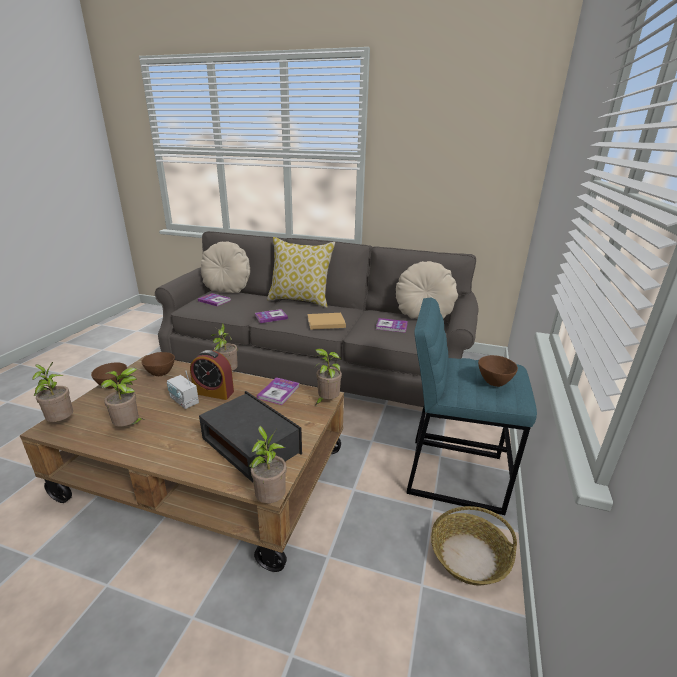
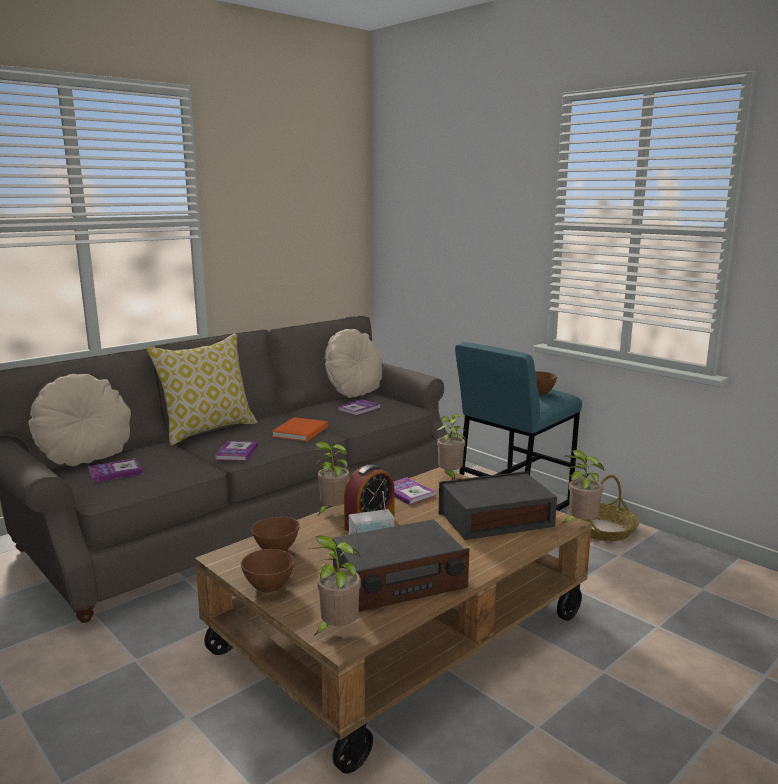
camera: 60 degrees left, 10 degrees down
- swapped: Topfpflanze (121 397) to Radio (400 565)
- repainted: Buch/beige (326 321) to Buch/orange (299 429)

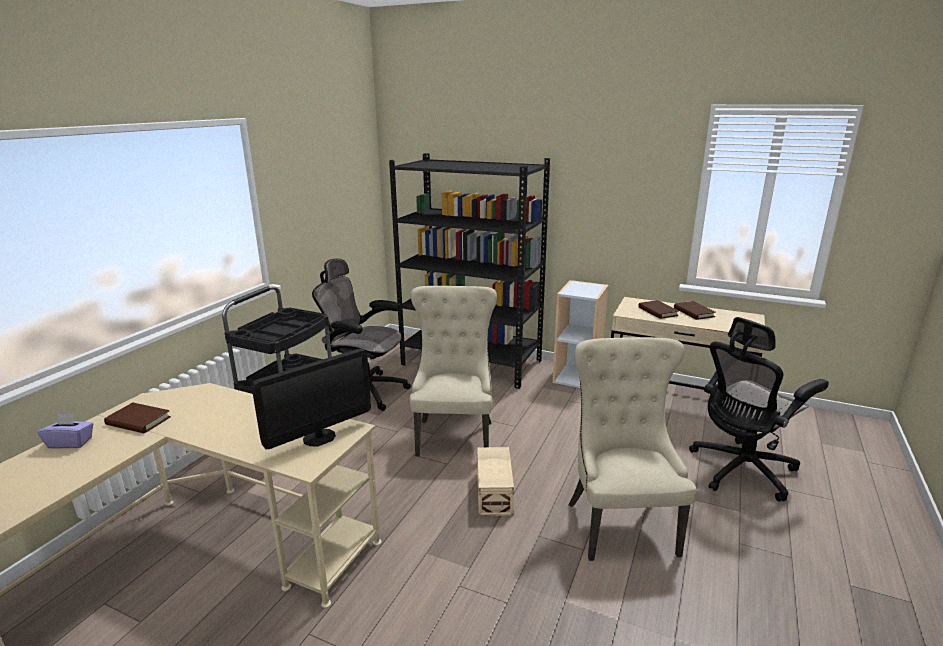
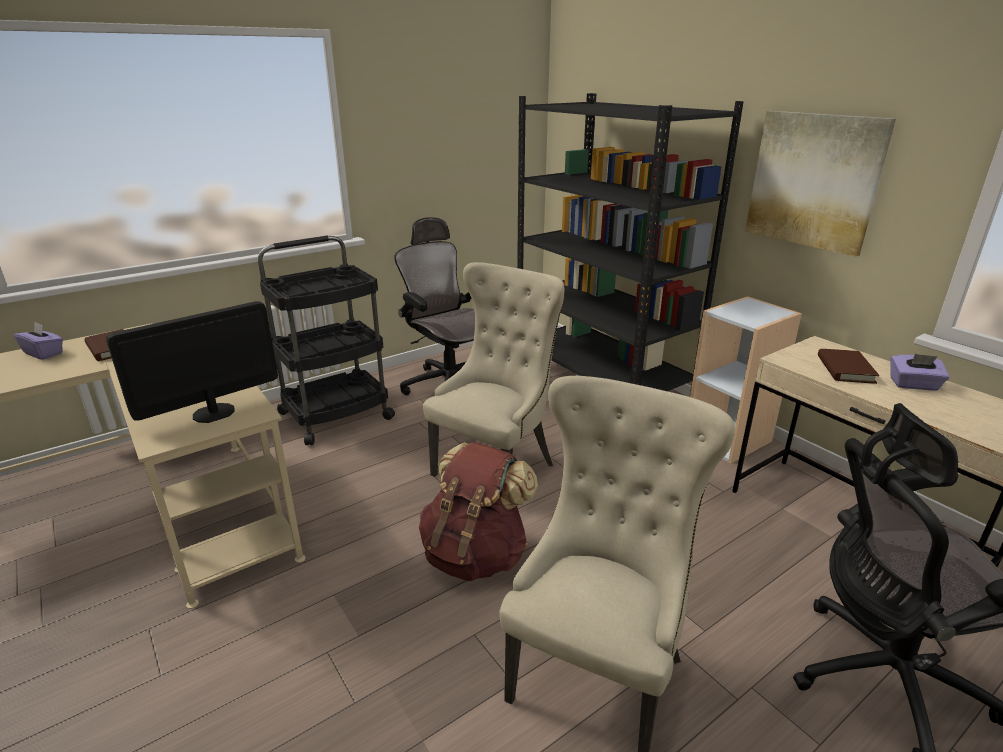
camera: 30 degrees right, 5 degrees up
- rotated: Monitor (311 399) = (192 362) 150 degrees clockwise
- swapped: Aufbewahrungsbox/beige (495 481) to Rucksack/braun (478 511)
- swapped: Buch/braun (695 310) to Taschentuchbox/lila (920 372)
- new: Bild (820 184)

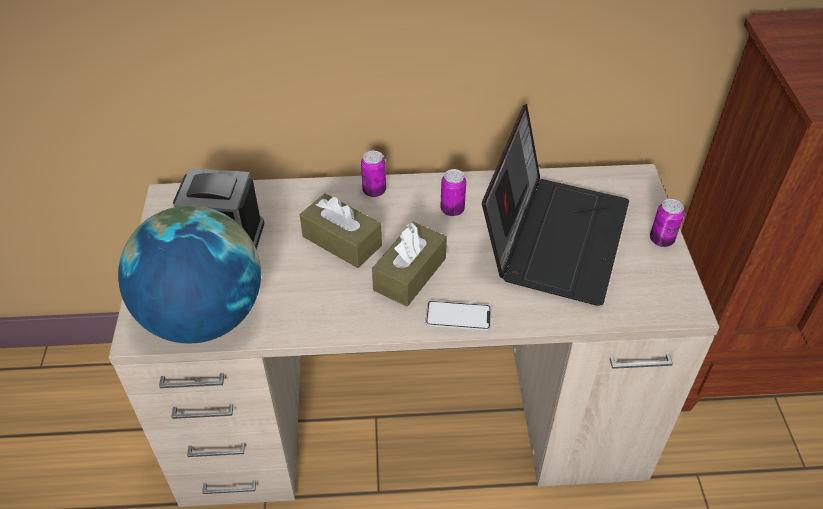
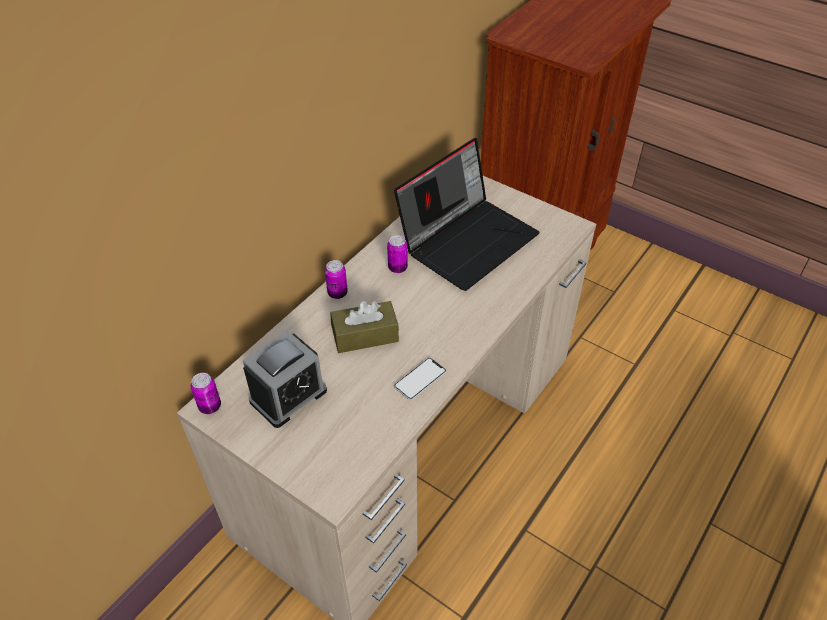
camera: 50 degrees left, 0 degrees up
- gone: Globus (189 274)
- gone: Taschentuchbox/braun (409 264)
- shifted: Handy (458 316) to (420 379)
- rotated: Laptop (555 205) = (467 214) 75 degrees clockwise
- shifted: Dose (667 223) to (206 393)

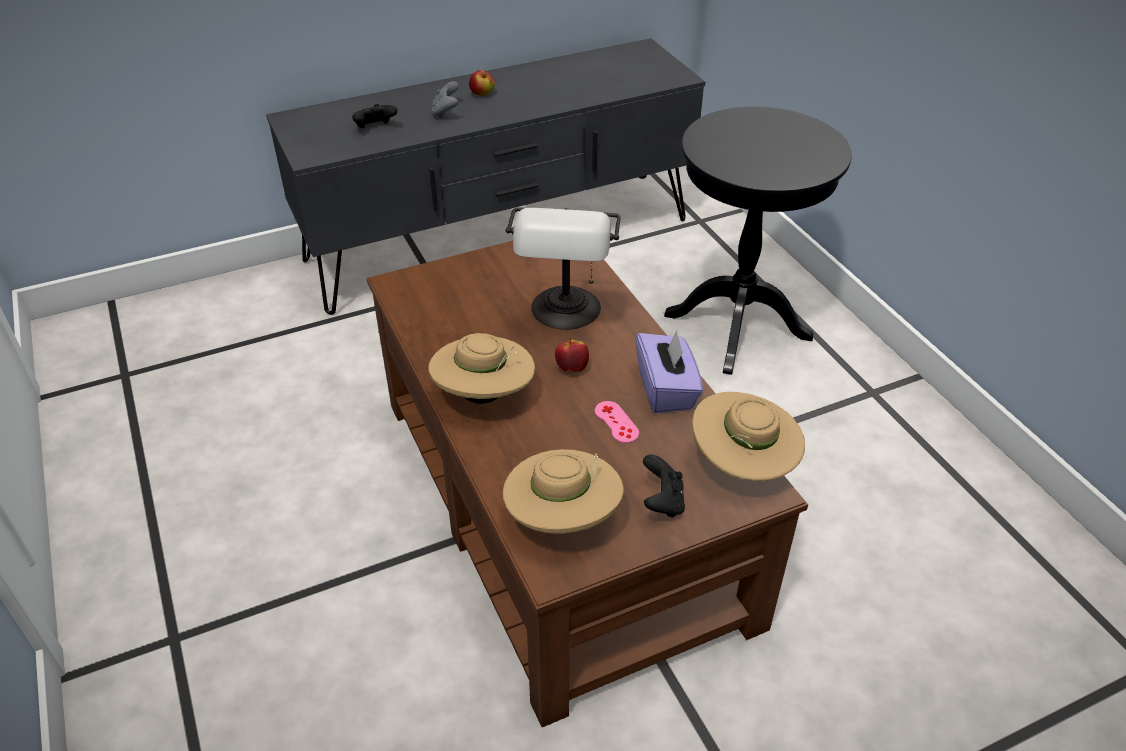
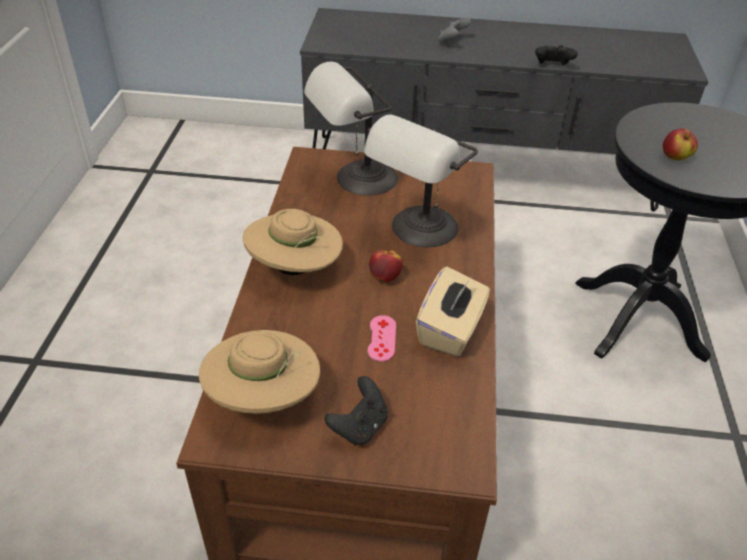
camera: 30 degrees right, 0 degrees up
- shifted: Gamepad/schwarz (375 116) to (556 55)
- shifted: Apfel (482 83) to (680 144)
- repainted: Taschentuchbox/lila (669 372) to Taschentuchbox/beige (453 312)
- gone: Hut/beige (748 436)
- new: Tischlampe (351 129)

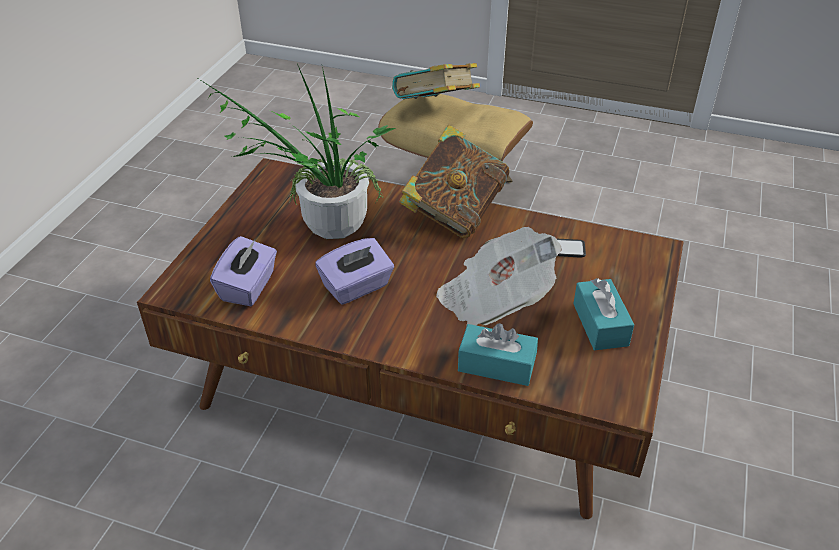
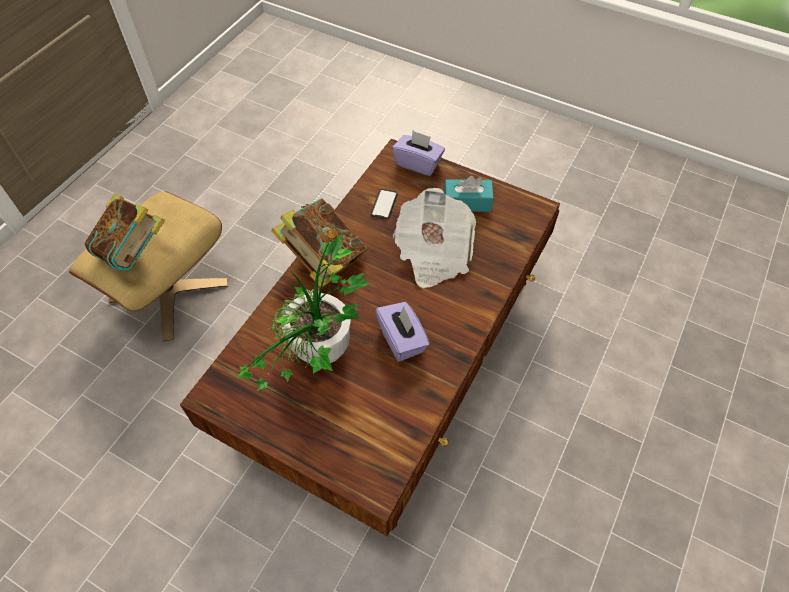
camera: 80 degrees left, 15 degrees up
- shifted: Taschentuchbox/lila (243 271) to (418 153)
- gone: Taschentuchbox/türkis (498 354)

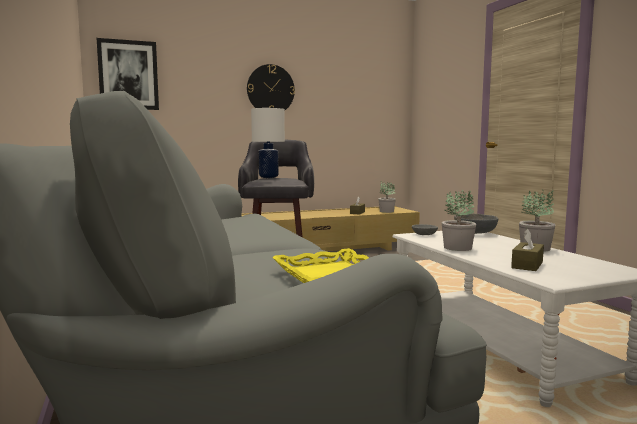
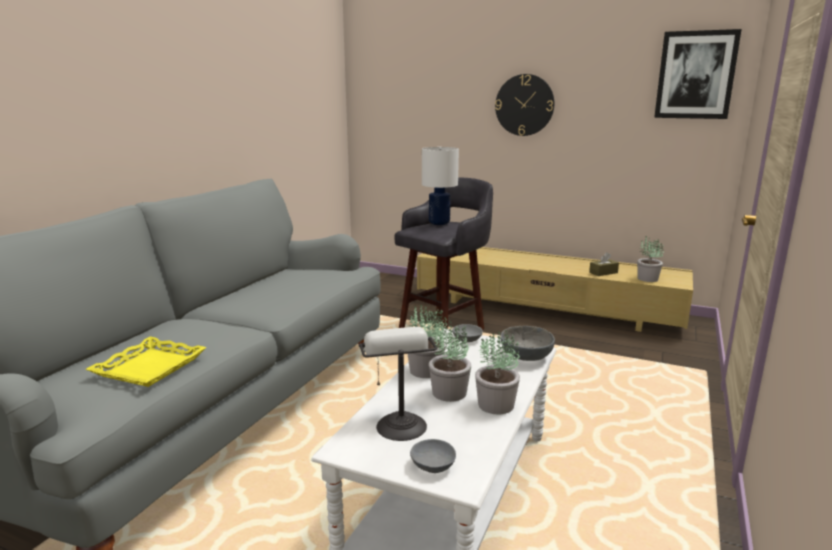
camera: 45 degrees right, 10 degrees up
- shifted: Bild (128 74) to (698 74)
- swapped: Taschentuchbox/braun (527 250) to Tischlampe (398 384)
- new: Schüssel/grau (433 456)
- new: Topfpflanze (450 359)

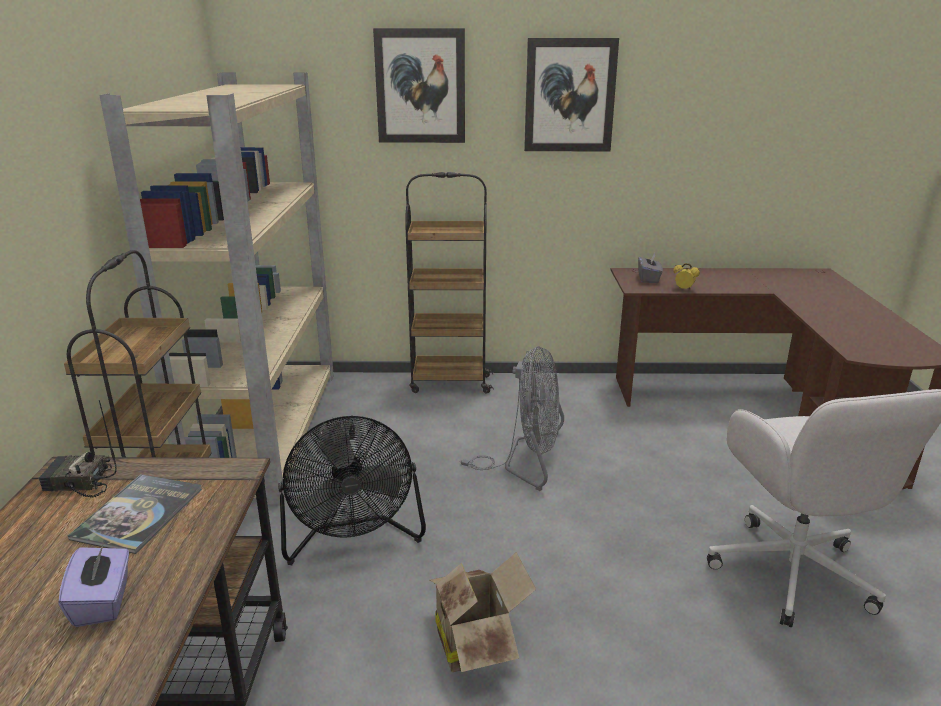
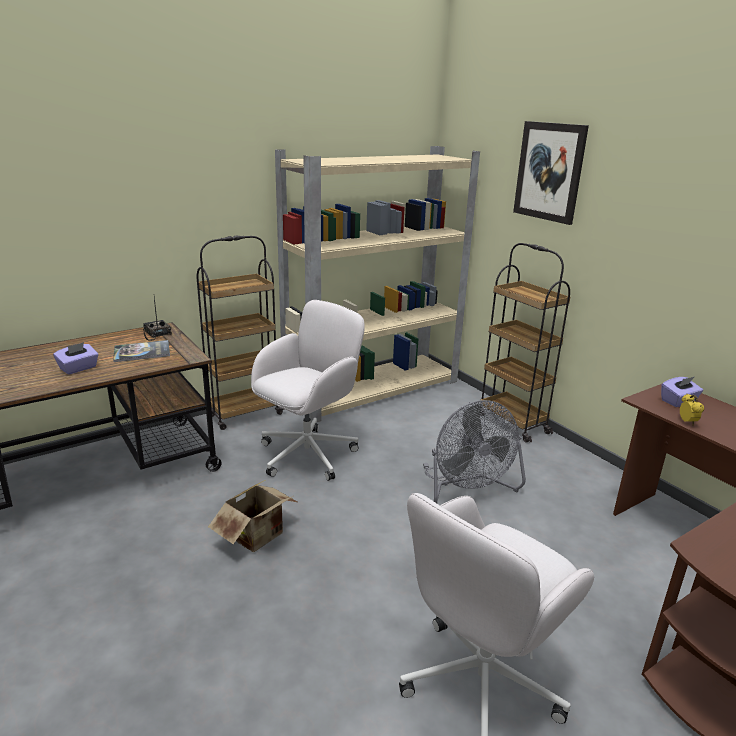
camera: 55 degrees right, 0 degrees up
- swapped: Ventilator/schwarz (352 490) to Bürostuhl/weiß (308 390)
- gone: Bild (571 94)
- repainted: Taschentuchbox/grau (650 268) to Taschentuchbox/lila (682 392)

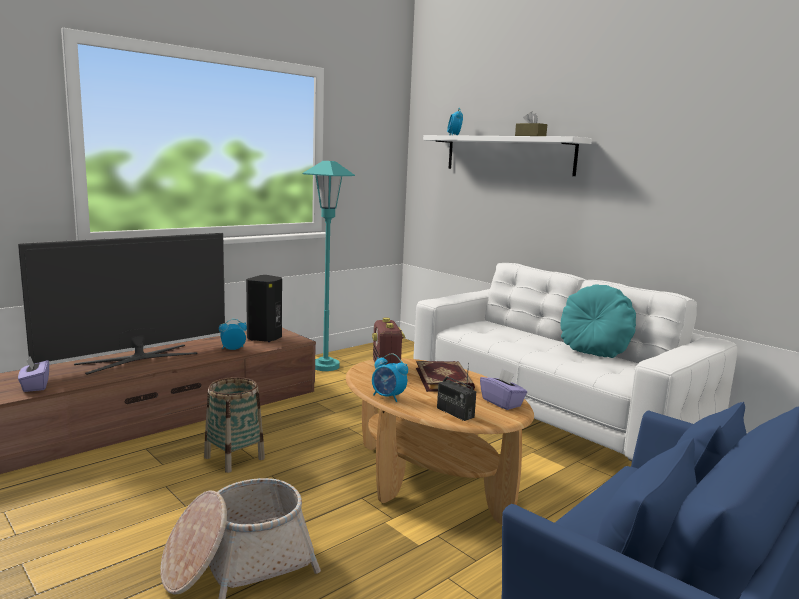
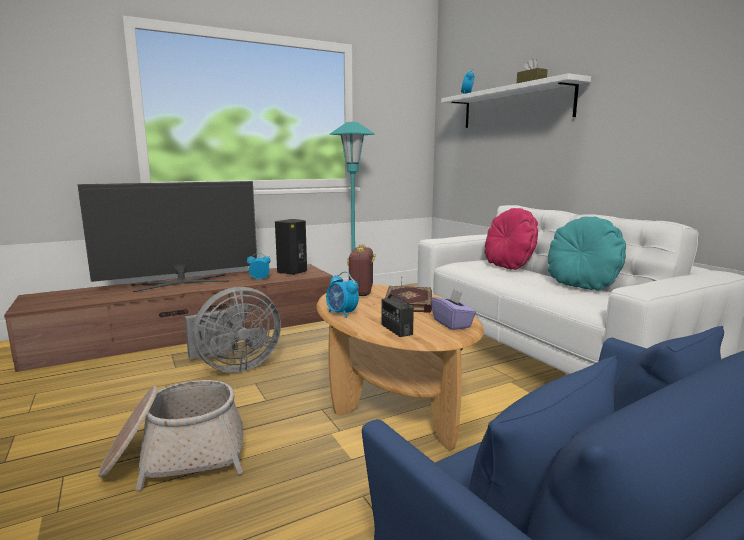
camera: 15 degrees right, 0 degrees up
- gone: Taschentuchbox/lila (33 374)
- swapped: Korb (234 425) to Ventilator/grau (232 330)
- new: Kissen/rosa (511 239)

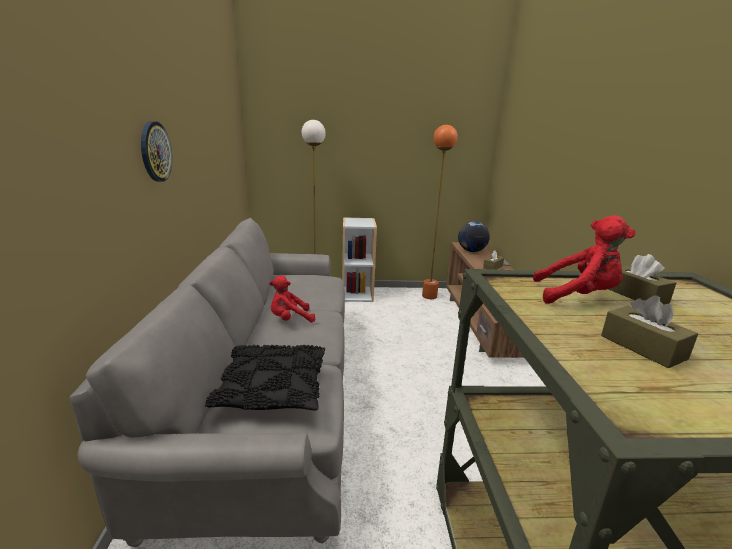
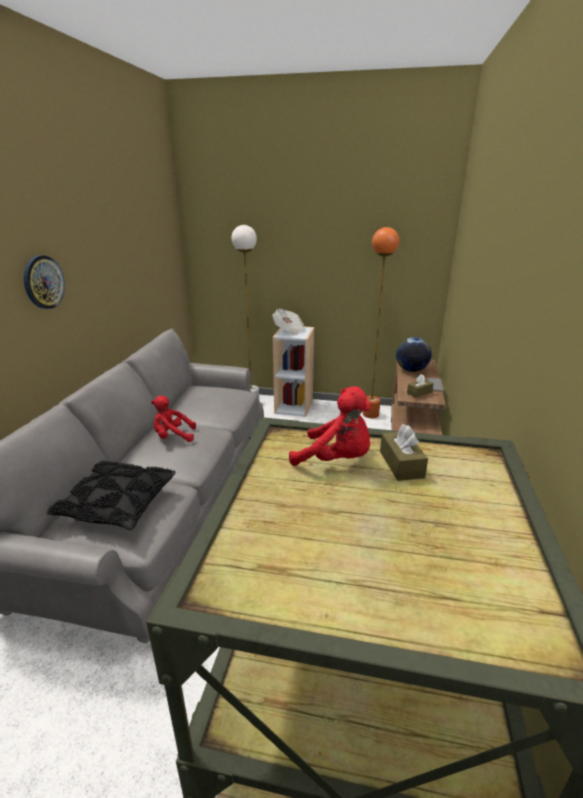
camera: 15 degrees right, 5 degrees up
- gone: Taschentuchbox/braun (649 331)
- new: Zeitung (288 322)

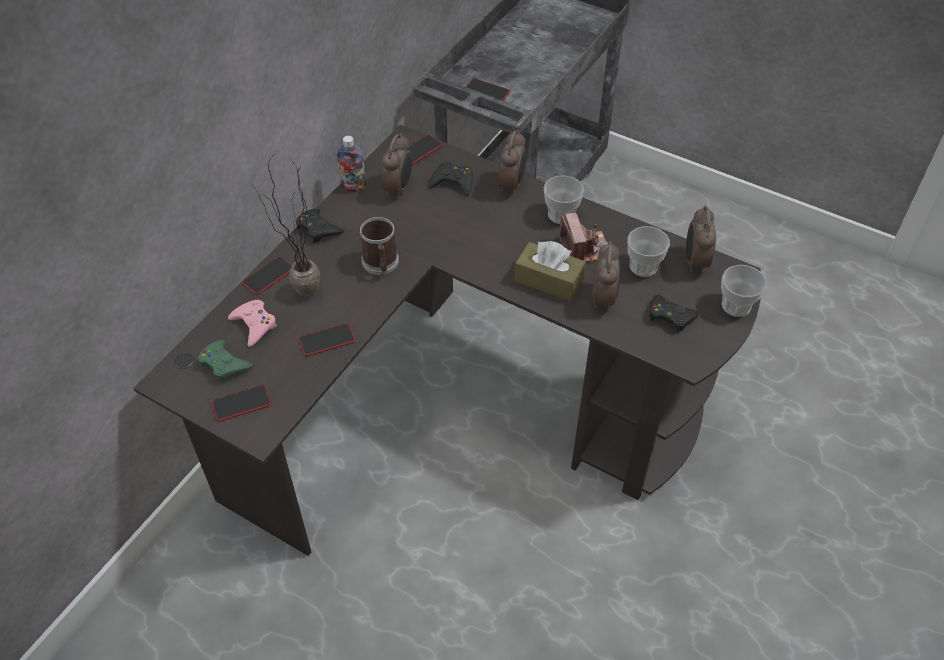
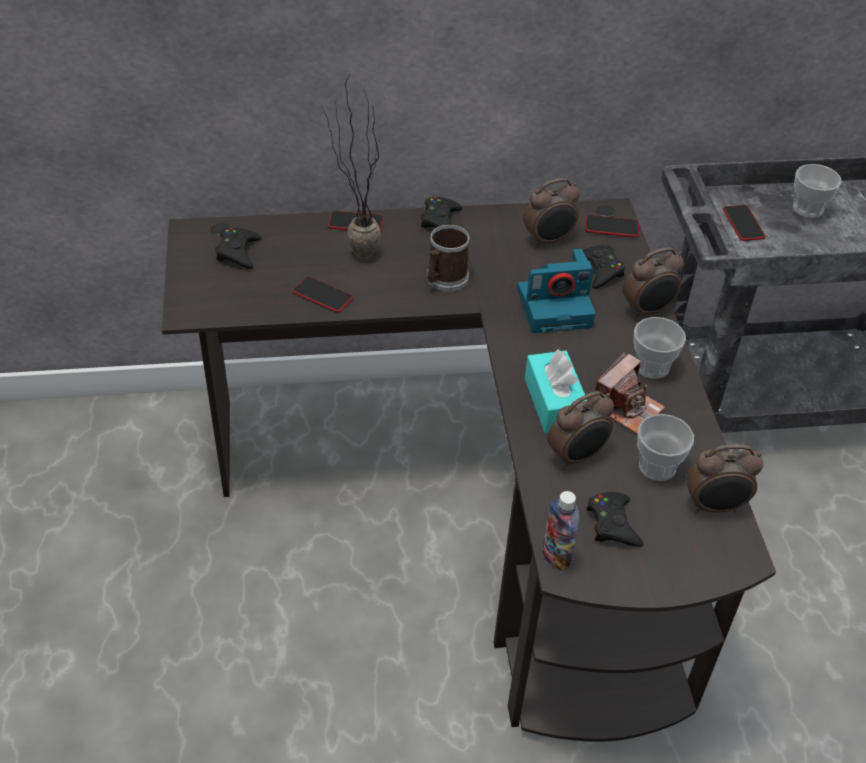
camera: 50 degrees right, 5 degrees down
- repainted: Gamepad/grün (225 361) to Gamepad/schwarz (238 248)
- gone: Handy (241 403)
- gone: Gamepad/rosa (252 323)
- shifted: Flasche (352 164) to (561 531)
- repainted: Taschentuchbox/braun (550 271) to Taschentuchbox/türkis (556 391)
- rotated: Wecker (701 238) = (725 478) 150 degrees counterclockwise
- shifted: Tasse (744 291) to (817 191)
- new: Kamera (556 291)

